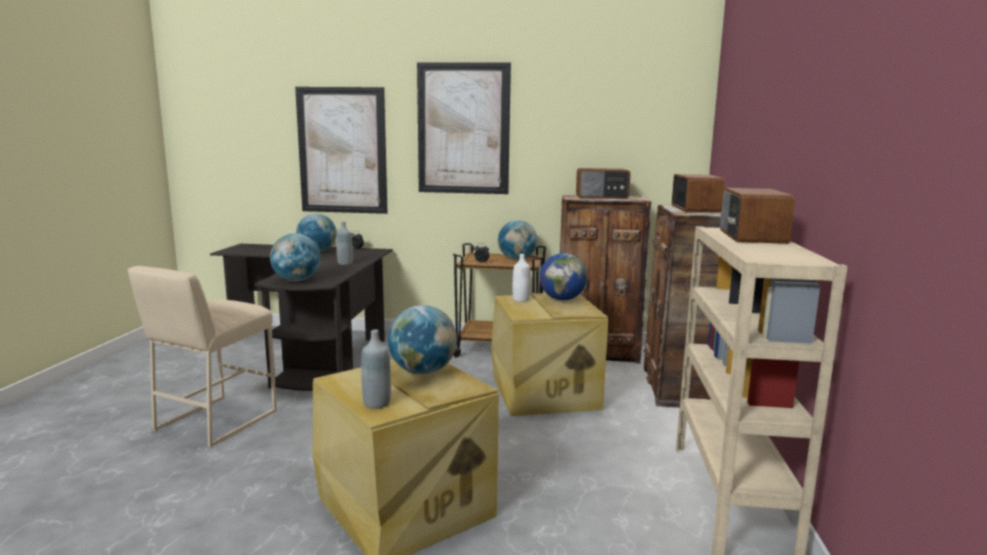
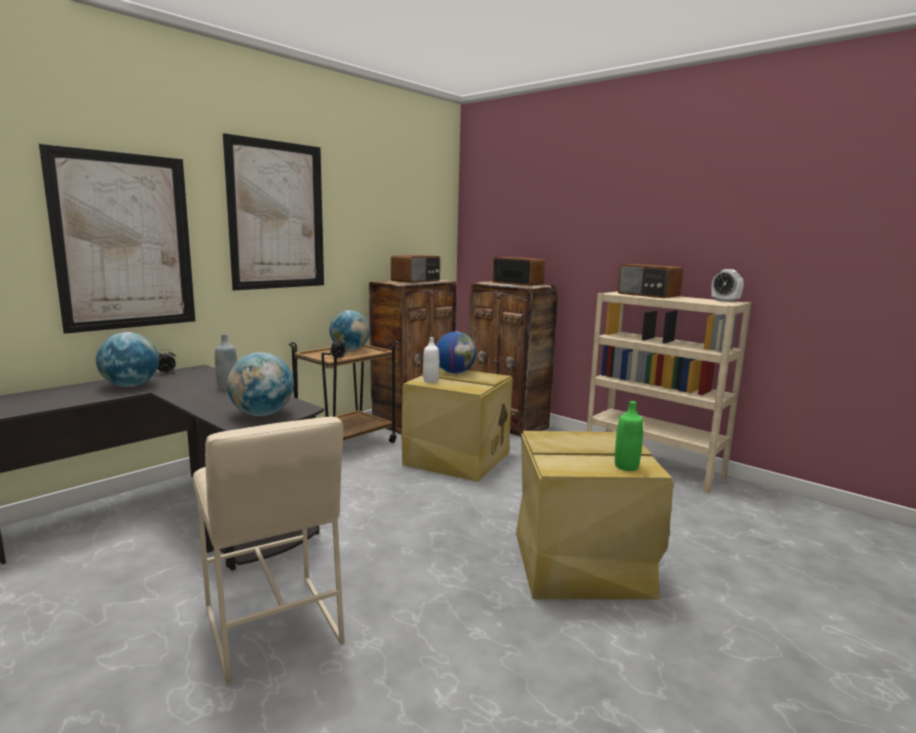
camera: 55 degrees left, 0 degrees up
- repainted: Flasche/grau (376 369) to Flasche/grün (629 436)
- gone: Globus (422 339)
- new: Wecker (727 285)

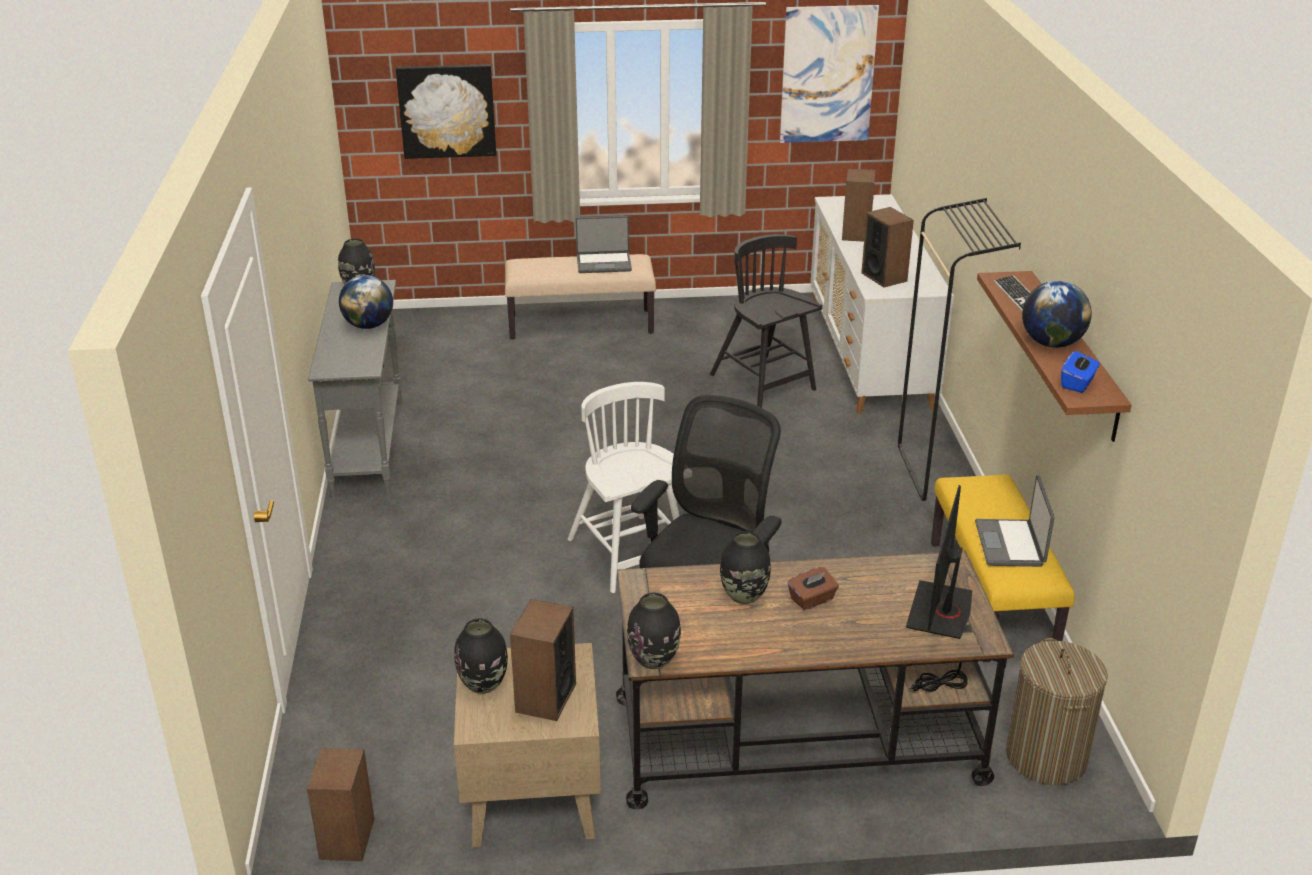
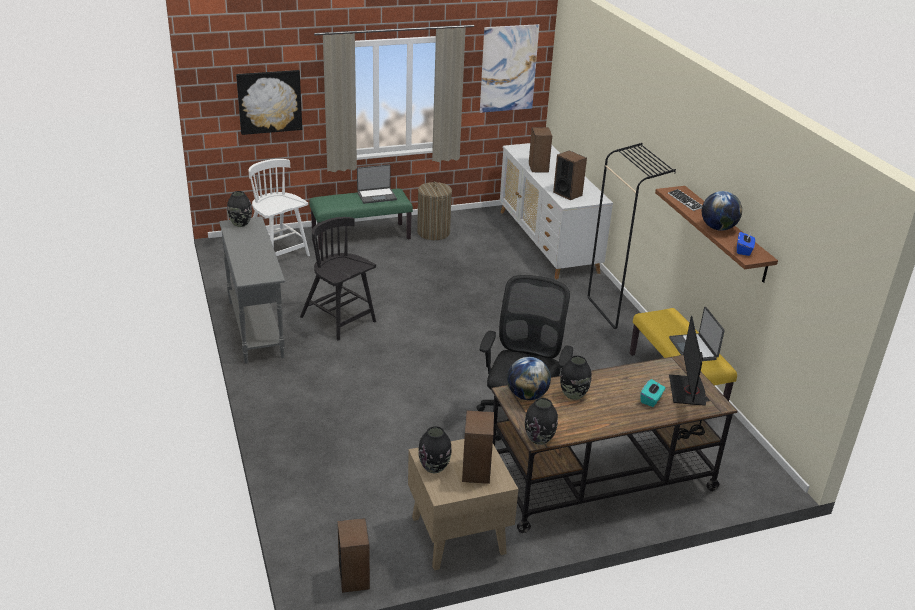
camera: 15 degrees left, 0 degrees up
- shifted: Globus (366 302) to (529 378)
- repainted: Bank/beige (580 296) to Bank/grün (361 219)
- shifted: Stuhl/weiß (623 487) to (279 207)
- shifted: Stuhl/schwarz (766 321) to (338 279)
- gone: Taschentuchbox/braun (813 588)
- shifted: Wäschekorb (1057 711) to (434 210)
- new: Taschentuchbox/türkis (652 393)

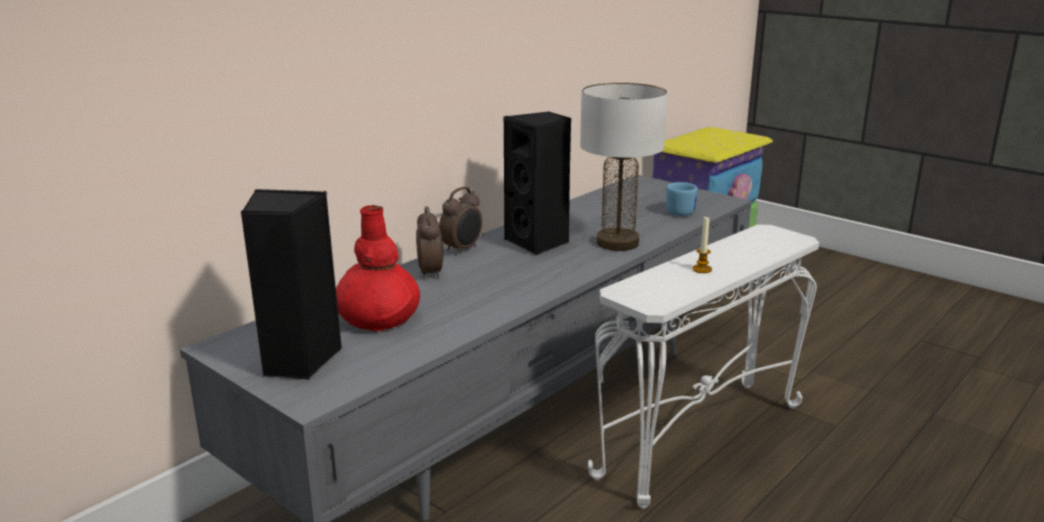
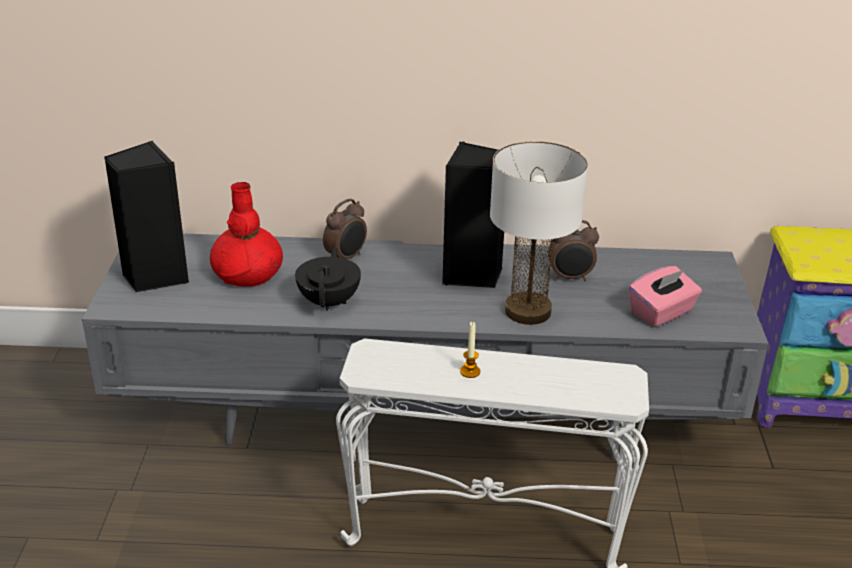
camera: 50 degrees right, 10 degrees up
- shifted: Wecker (460 221) to (573 250)
- swapped: Henkelbecher/blau (682 199) to Taschentuchbox/rosa (665 296)
- new: Teekanne/schwarz (328 279)

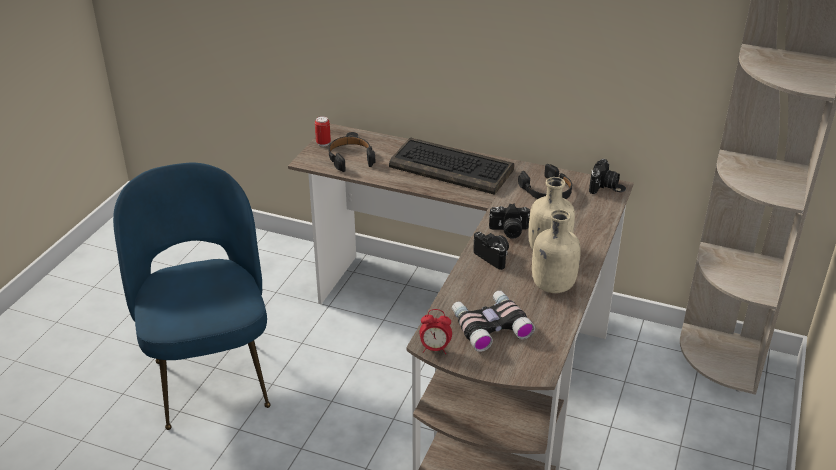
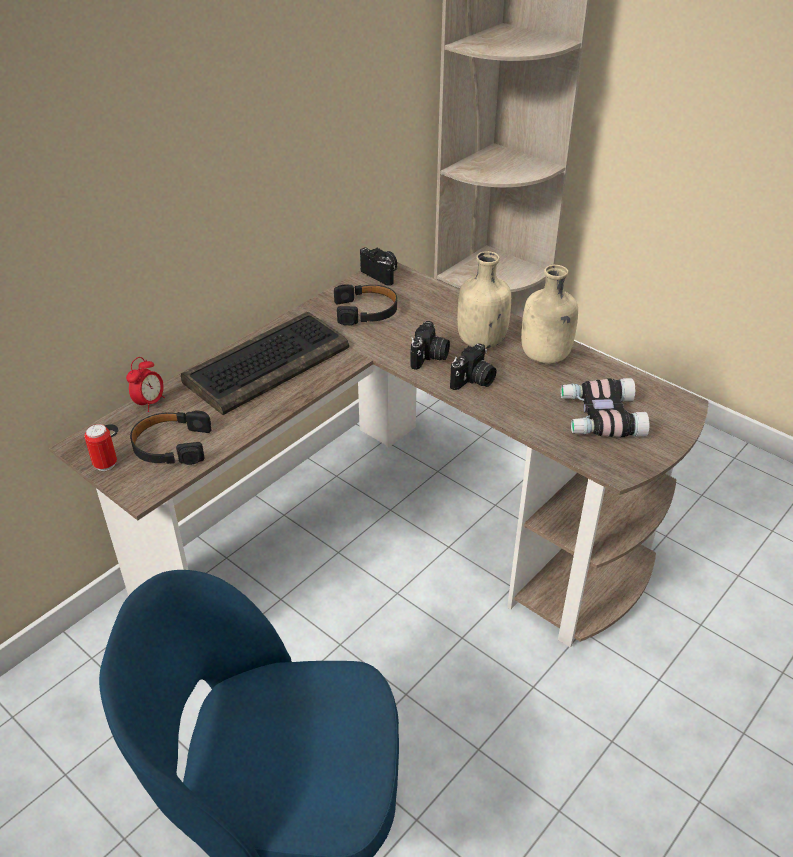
camera: 70 degrees left, 5 degrees up
- shifted: Wecker (435 331) to (145 384)
- rotated: Kamera (491 251) = (473 366) 150 degrees clockwise

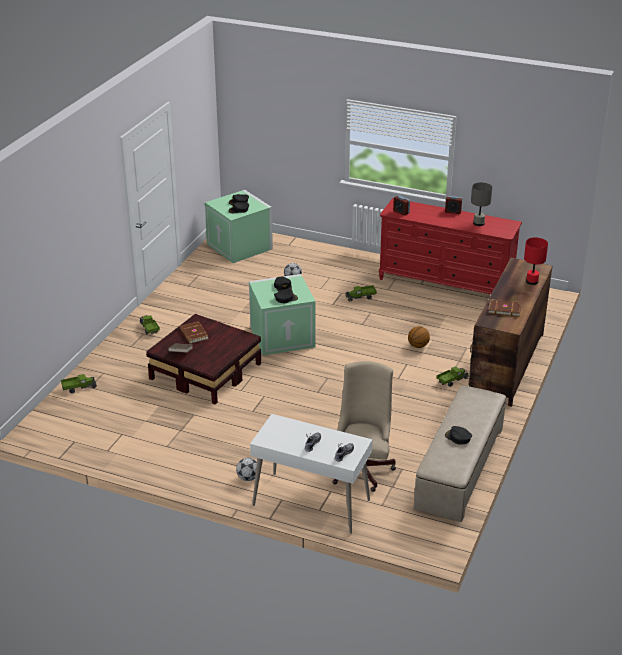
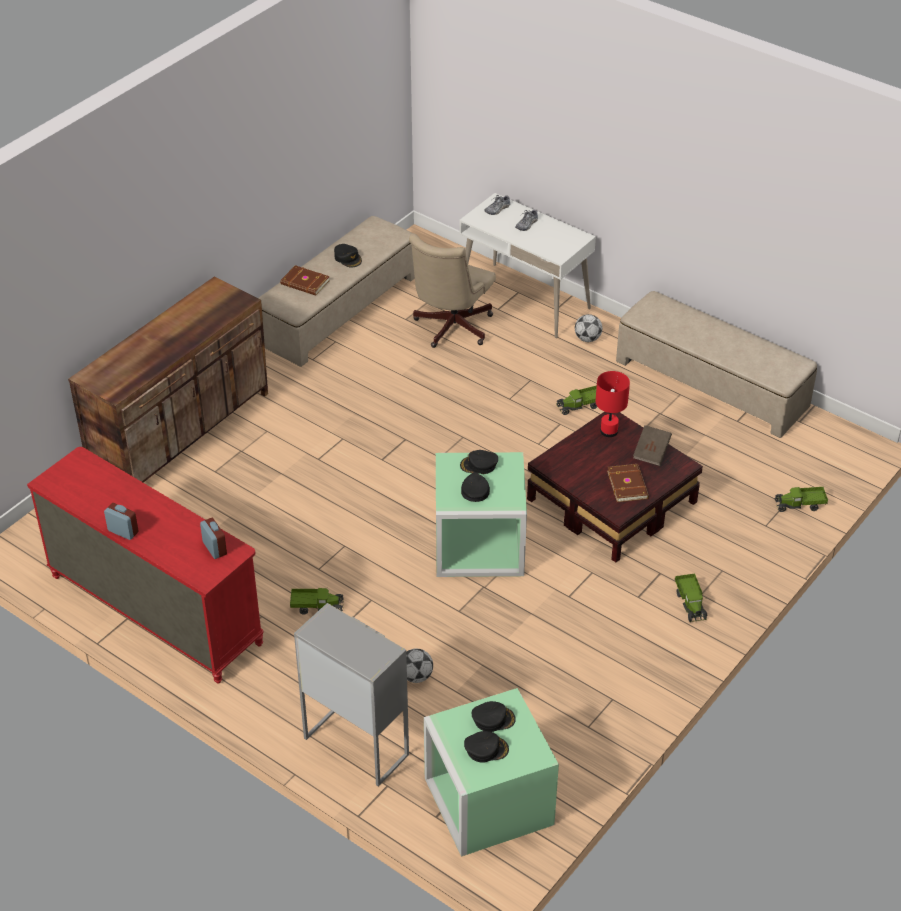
camera: 165 degrees left, 10 degrees up
- gone: Basketball (419 337)
- shifted: Spielzeuglaster (453 376) to (577 400)
- gone: Tischlampe/grau (481 204)
- shifted: Buch/braun (504 308) to (305 280)
- shifted: Tischlampe/rot (536 261) to (613 404)
- new: Schrank/grau (351 695)
- new: Bank/beige (716 364)

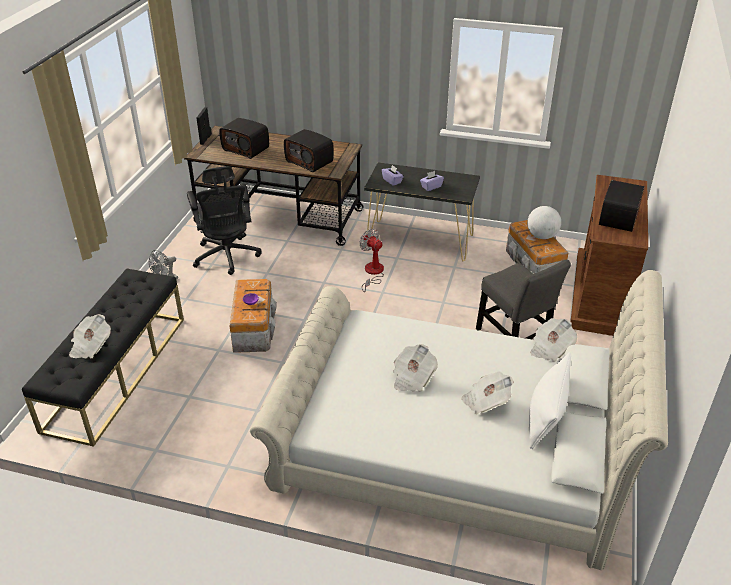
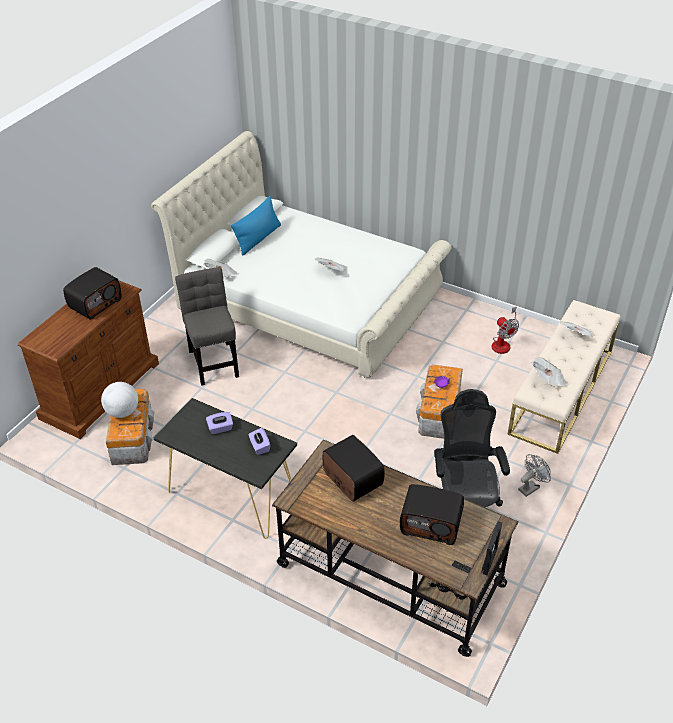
camera: 165 degrees left, 5 degrees up
- repainted: Bank/schwarz (103 357) to Bank/beige (563 377)
- rotated: Radio (244 138) = (432 514) 150 degrees clockwise
- shifted: Ventilator (372 260) to (505 330)
- shifted: Zeitung (487 392) to (550 372)
- repainted: Kissen/weiß (550 400) to Kissen/blau (256 226)

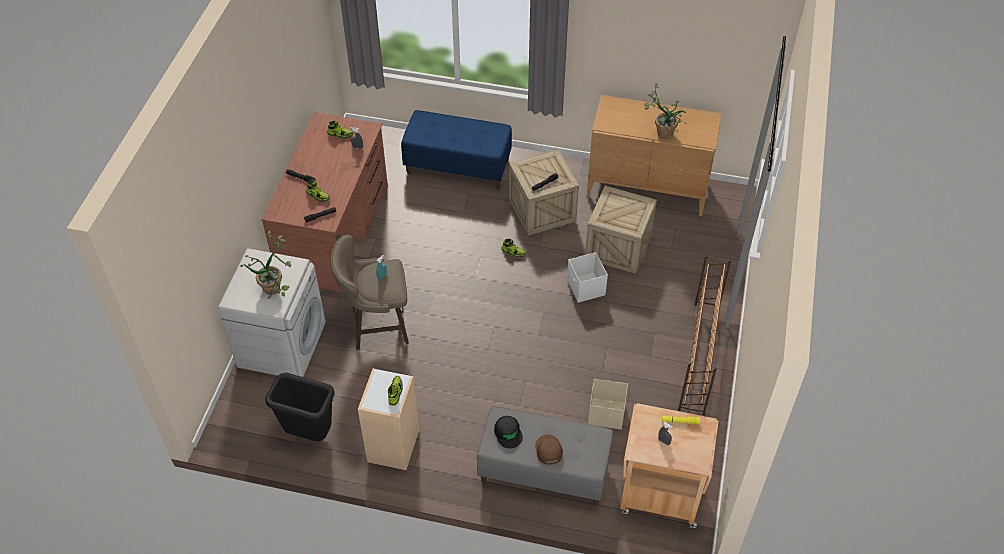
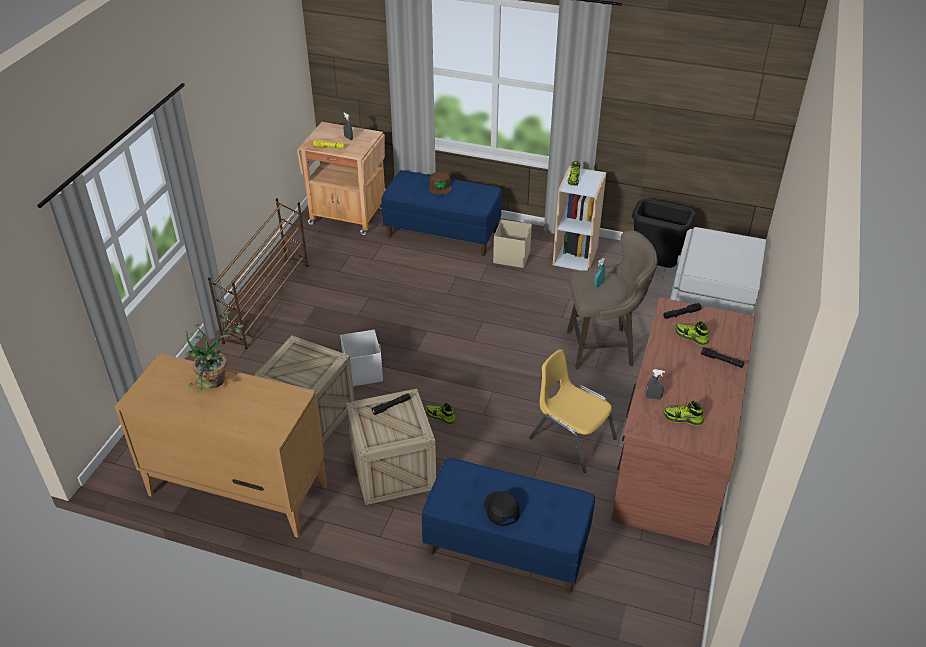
camera: 175 degrees left, 10 degrees down
- gone: Topfpflanze (265 265)
- repainted: Bank/grau (545 456) to Bank/blau (441 213)
- shifted: Kappe/schwarz (508 432) to (502 508)
- shifted: Aufbewahrungsbox/beige (608 404) to (512 243)
- new: Stuhl/gelb (573 411)

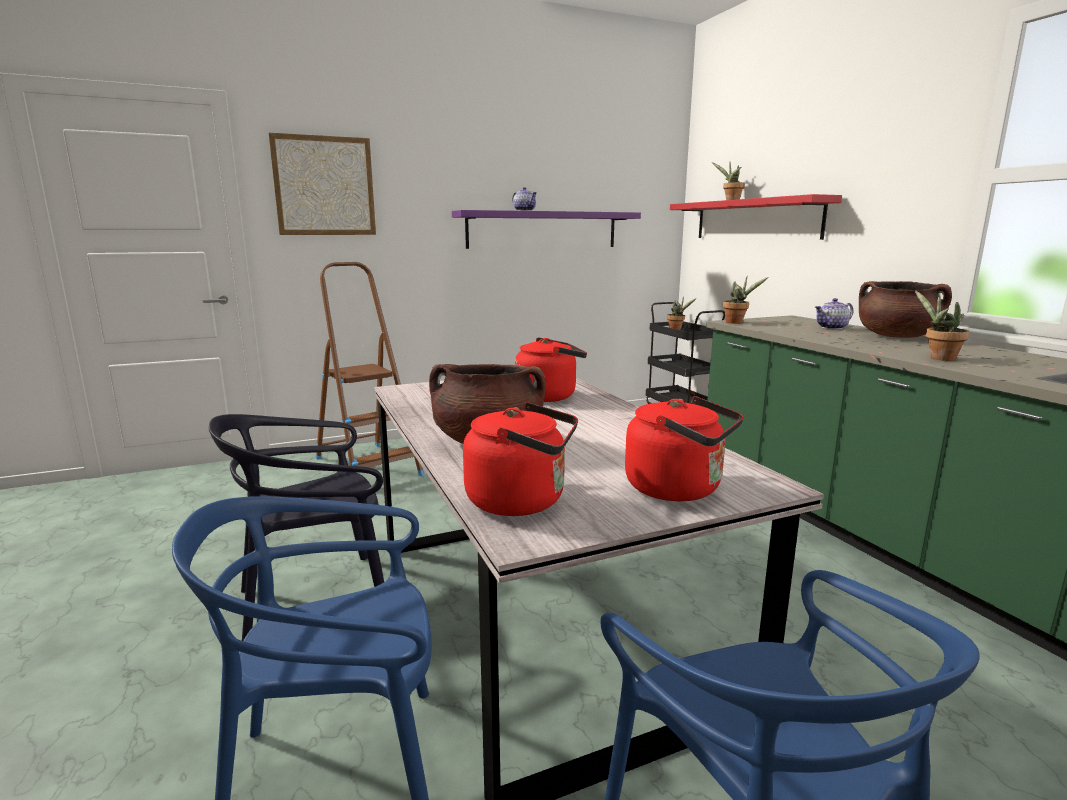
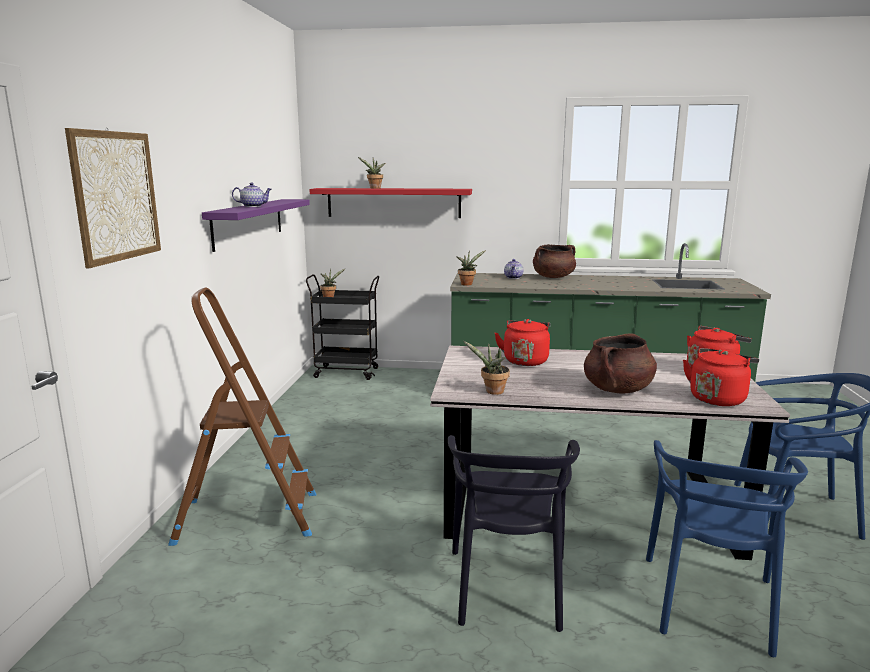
camera: 60 degrees left, 0 degrees up
- shifted: Topfpflanze (942 325) to (486 368)

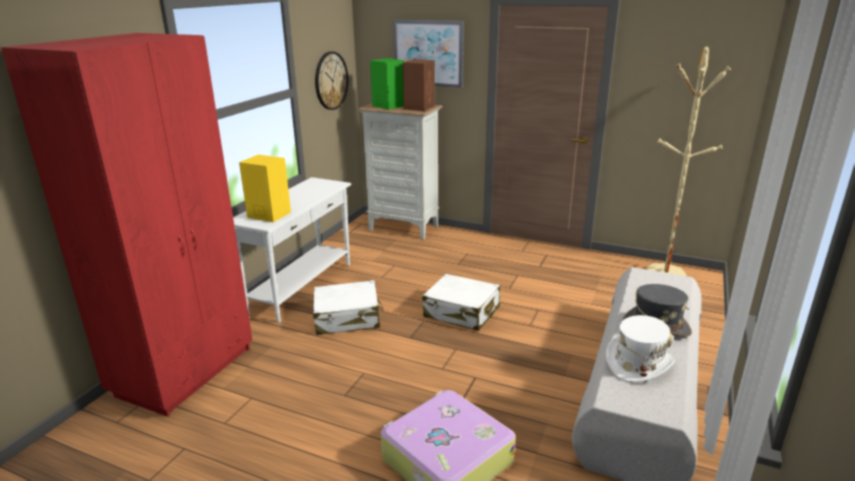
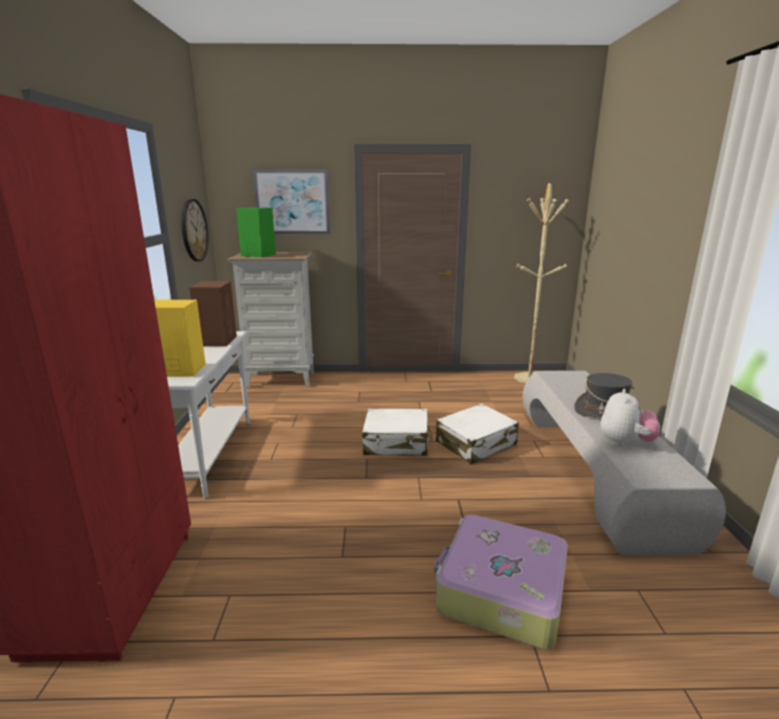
camera: 25 degrees left, 5 degrees down
- shifted: Koffer/weiß (348 307) to (477 433)
- shifted: Lautsprecher/braun (419 85) to (213 313)
- swapped: Hut/weiß (640 348) to Plüschtier (630 417)

